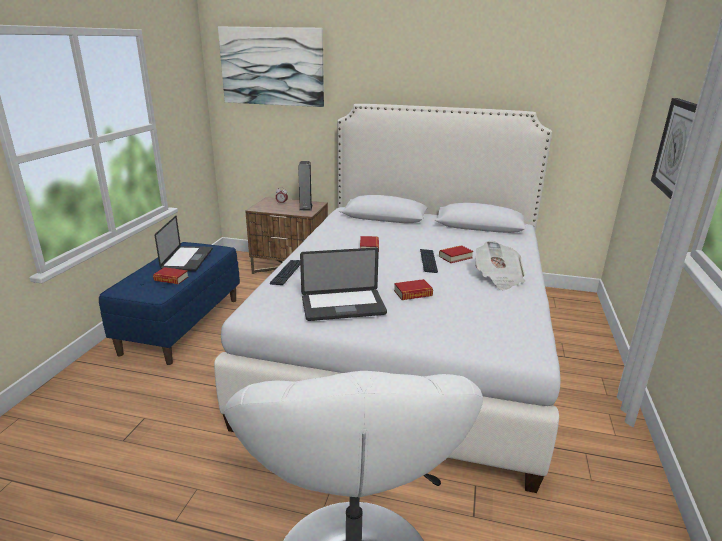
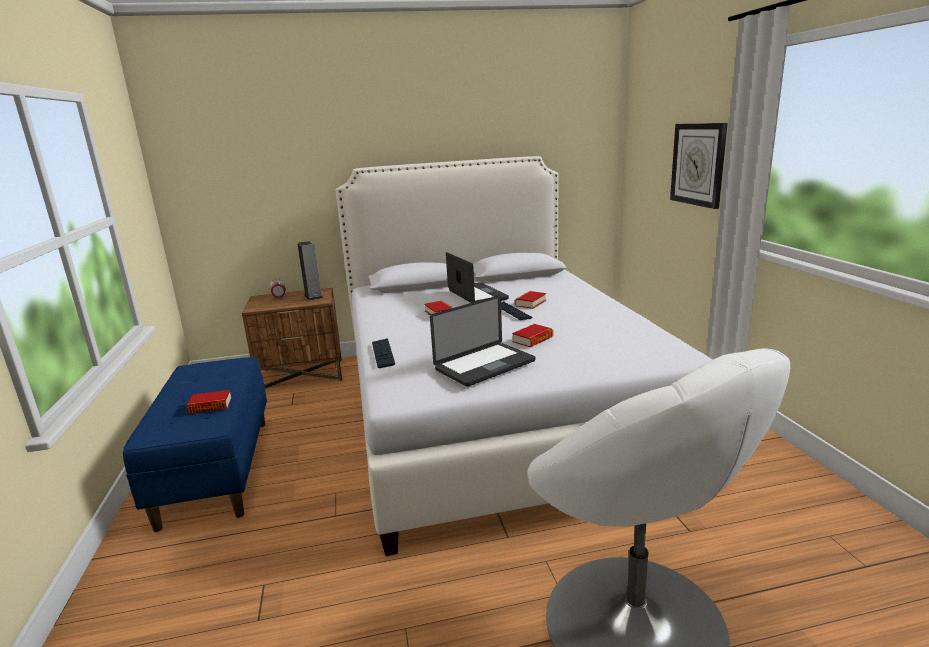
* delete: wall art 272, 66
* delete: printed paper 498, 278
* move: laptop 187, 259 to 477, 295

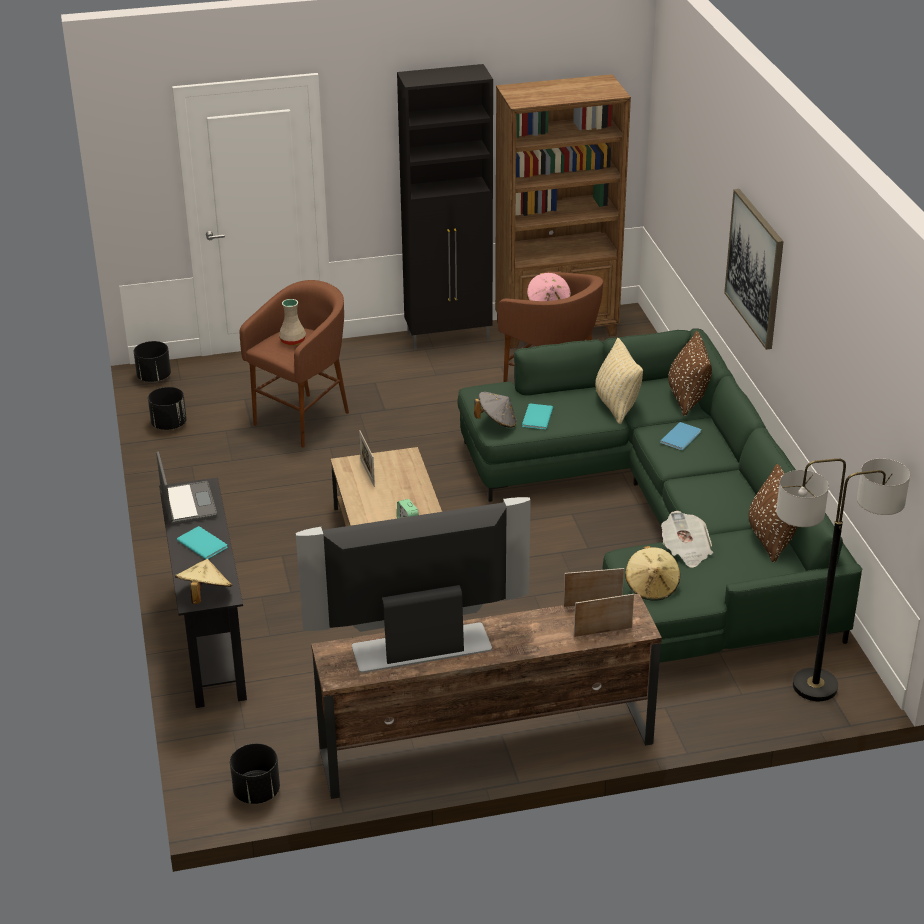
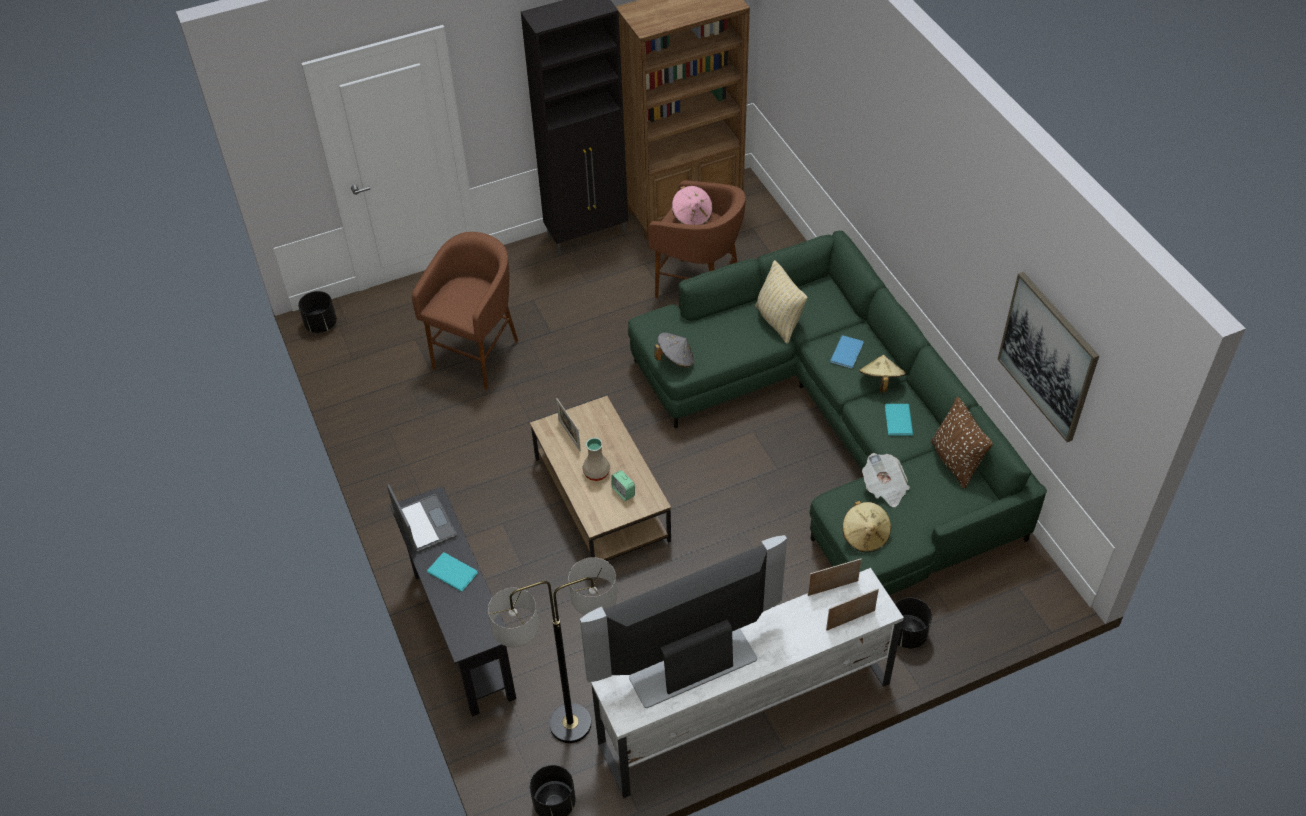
* delete: cushion (brown) 687, 398
* move: planter (black-coloured) 169, 424 to 907, 634
* move: wearable hat (beige-coloured) 204, 595 to 880, 382
* move: vase (beige-coloured) 293, 341 to 597, 472
* move: book (turquoise) 536, 418 to 897, 421
* move: wall art 755, 268 to 1048, 356
* move: floor lamp 815, 686 to 570, 724
* recolor: tv unit (brown) 484, 746 to tv unit (white) 744, 713

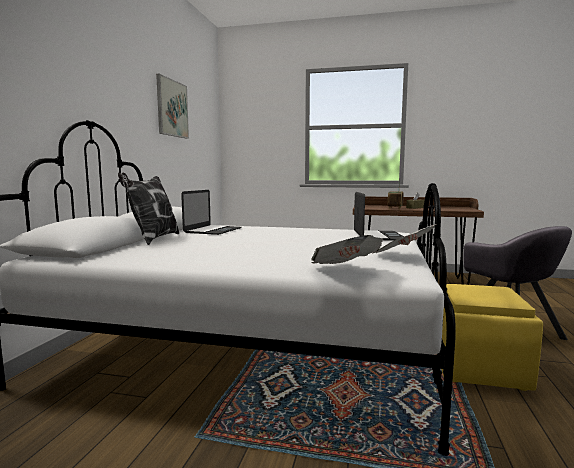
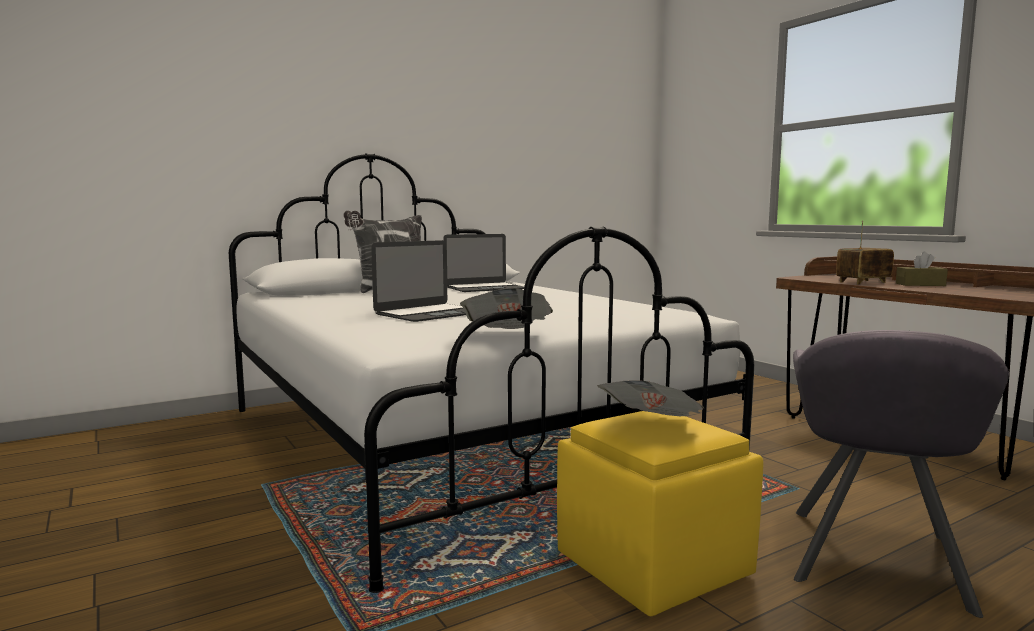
* delete: wall art 172, 108
* move: printed paper 345, 271 to 652, 428
* move: laptop 378, 236 to 430, 313

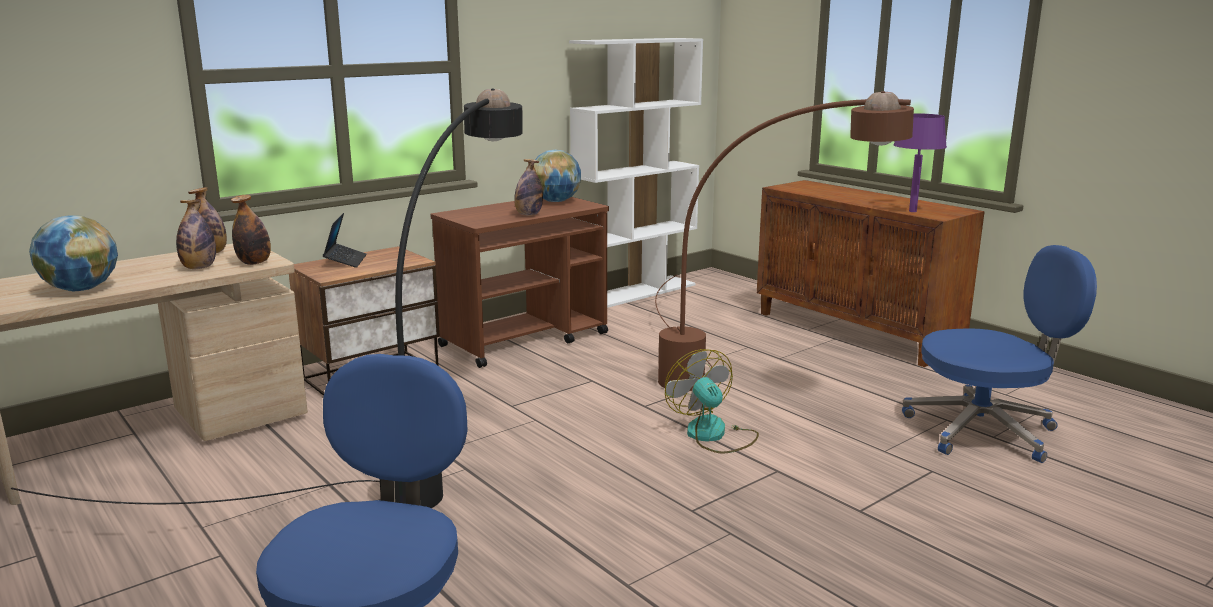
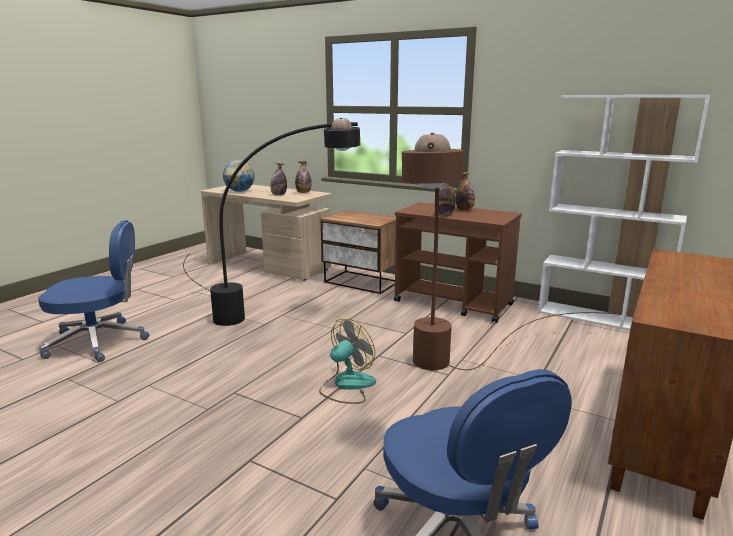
* delete: laptop 345, 261
* delete: globe 555, 201
* delete: table lamp (purple) 913, 211
* move: beverage bottle 254, 263 to 464, 210

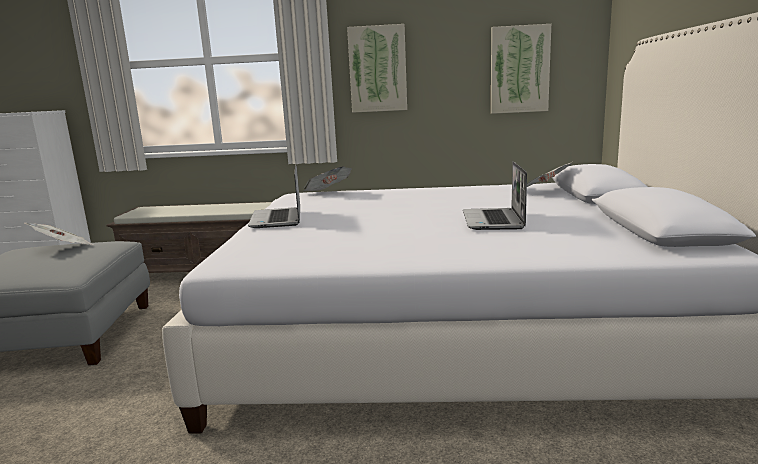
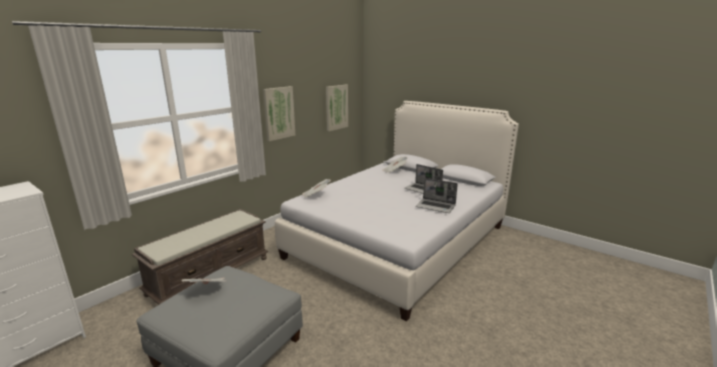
* move: laptop 277, 219 to 436, 206

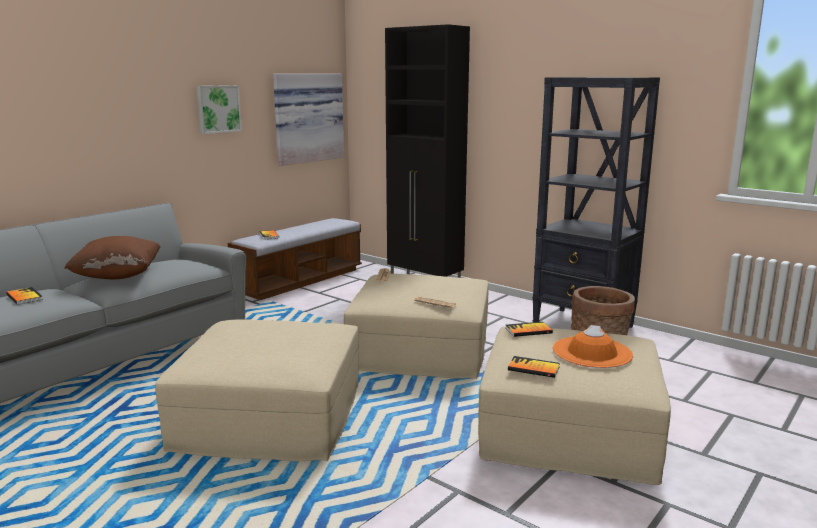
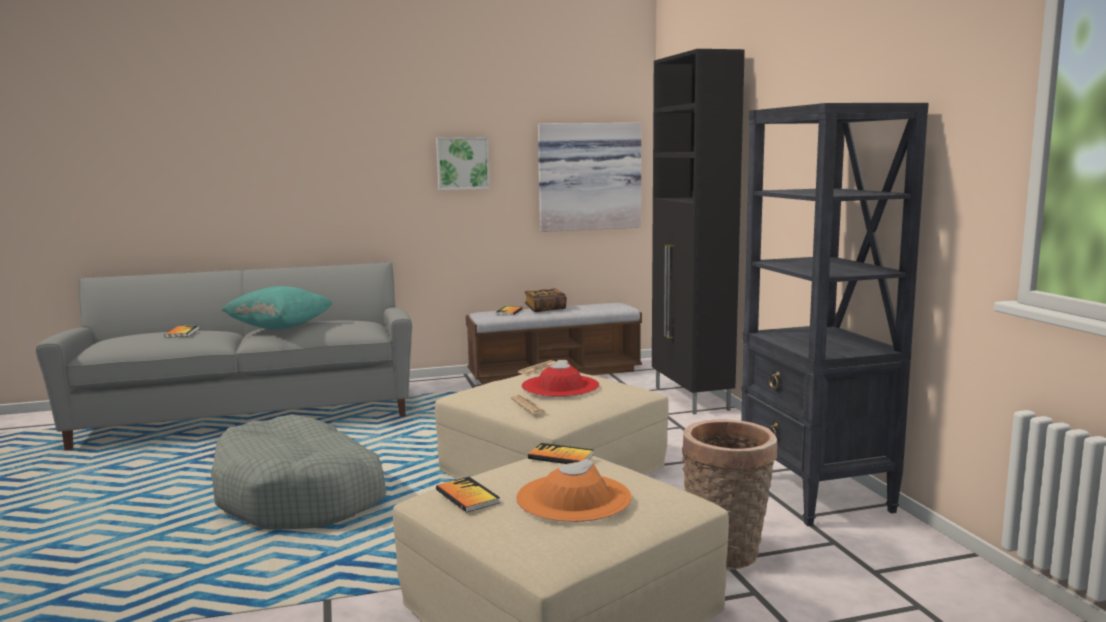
* insert: wearable hat (reddish) 560, 386
* insert: book 545, 309
* replace: pouffe (beige-coloured) 270, 417 to pet bed (grey) 301, 496
* recolor: cushion (brown) 118, 276 to cushion (turquoise) 280, 327

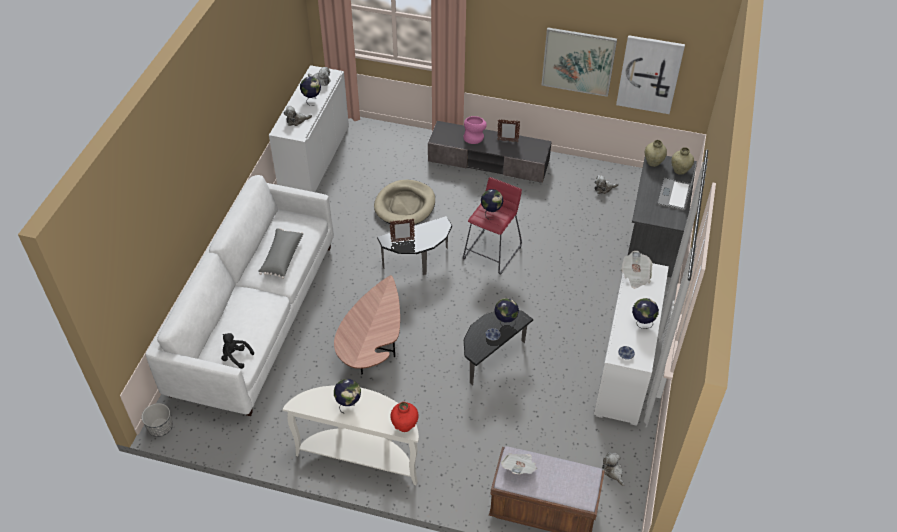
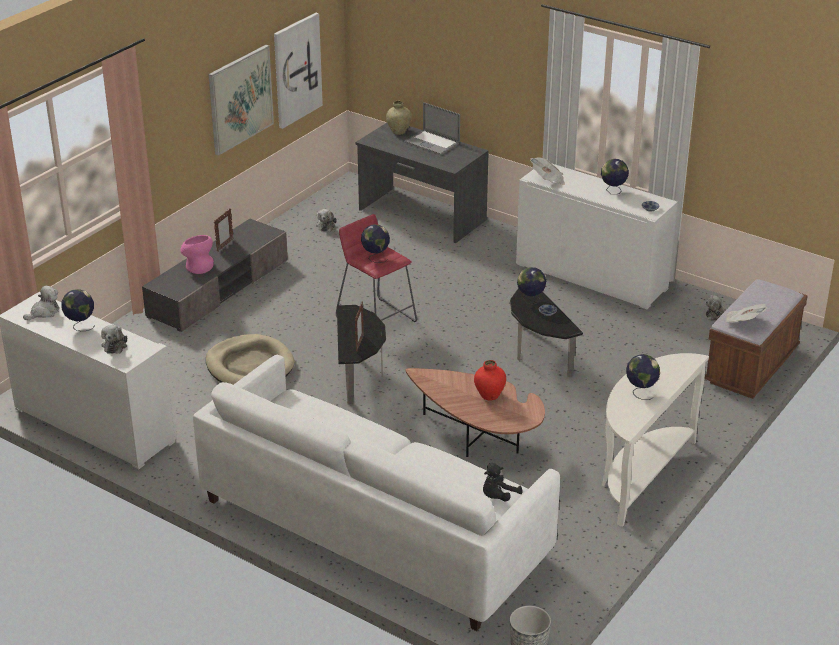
* delete: cushion (grey) 281, 258
* delete: vase (beige-coloured) 653, 162
* move: vase (reddish) 405, 425 to 489, 395

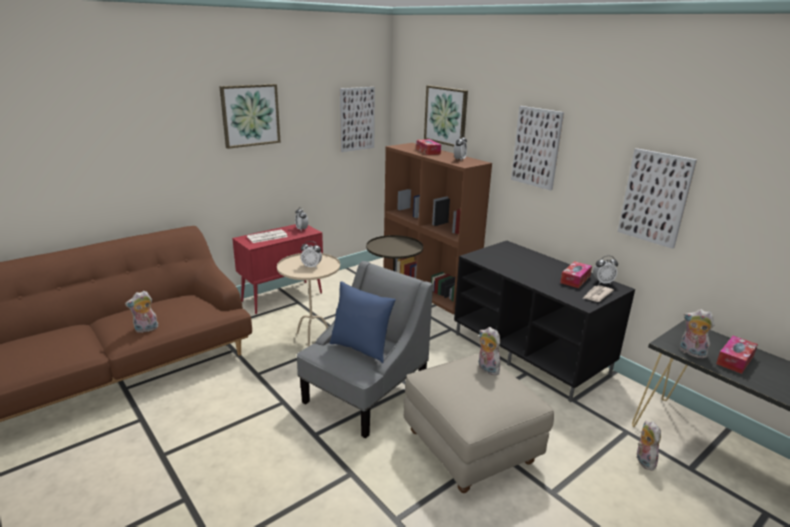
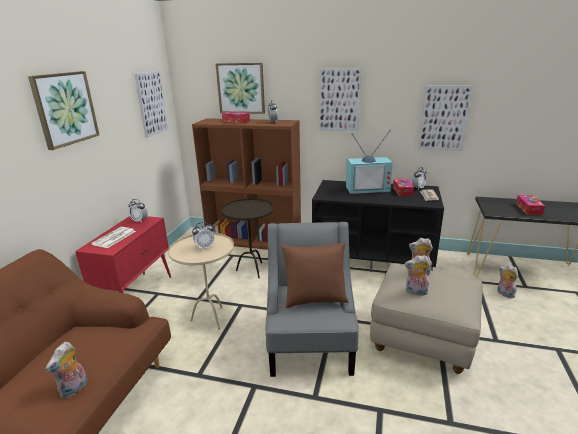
* insert: TV 367, 188
* move: cuddly toy 691, 353 to 415, 292
* recolor: cushion (blue-coloured) 361, 348 to cushion (brown) 315, 300

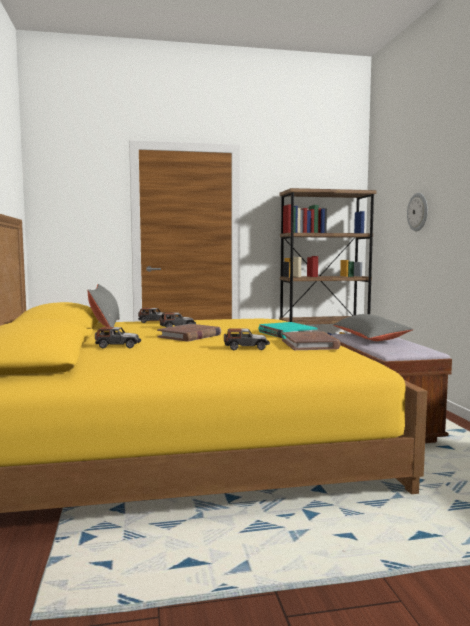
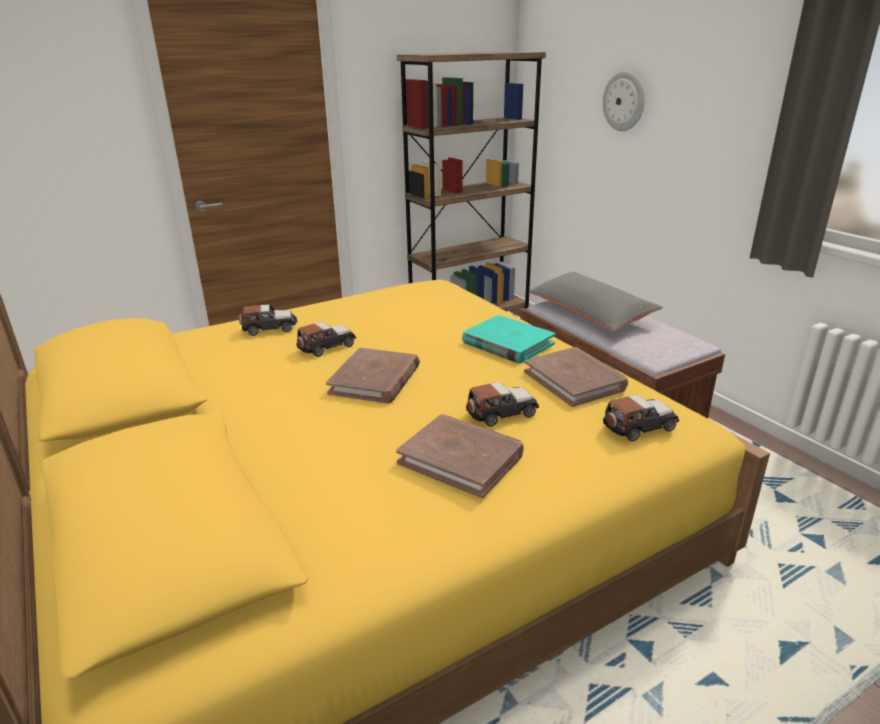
* delete: cushion (grey) 105, 325
* insert: book (brown) 461, 458
* move: toy car 118, 346 to 639, 427

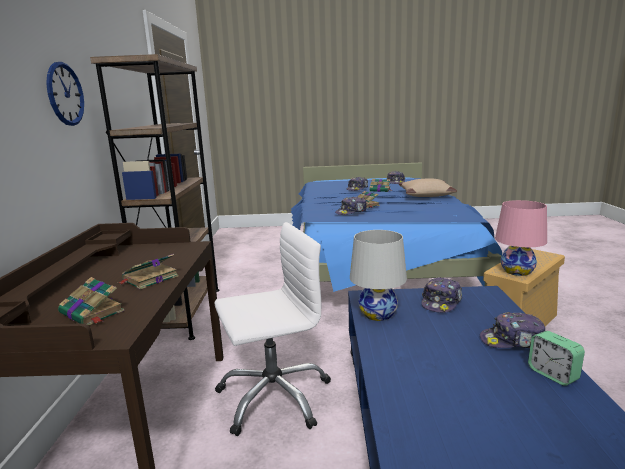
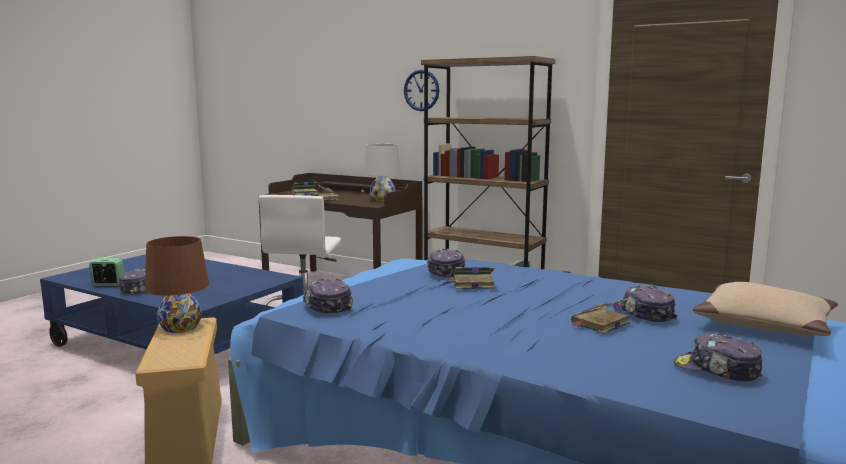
* move: table lamp (white) 378, 314 to 382, 200
* move: cushion (beige-coloured) 425, 195 to 764, 324
* move: baseball cap 441, 302 to 327, 306
* recolor: table lamp (pink) 517, 271 to table lamp (brown) 180, 327

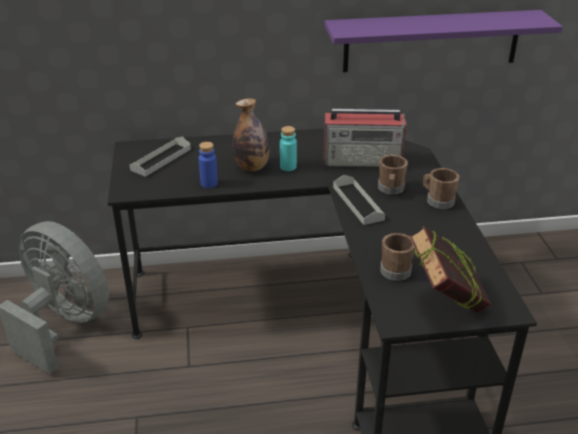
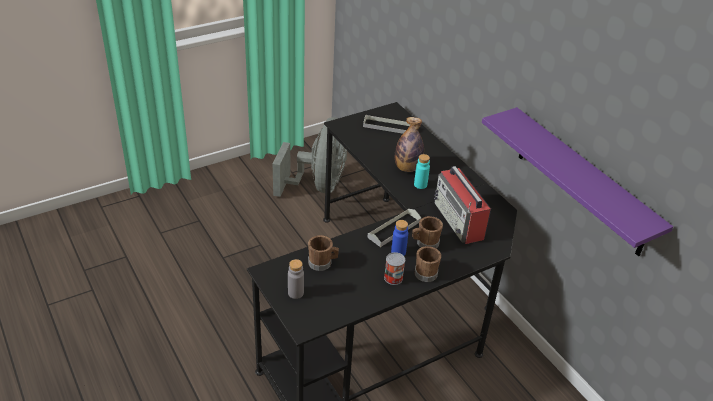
* insert: can 393, 278
* move: beverage bottle (blue-coloured) 209, 183 to 398, 252
* replace: book 445, 303 to beverage bottle (grey) 295, 293

